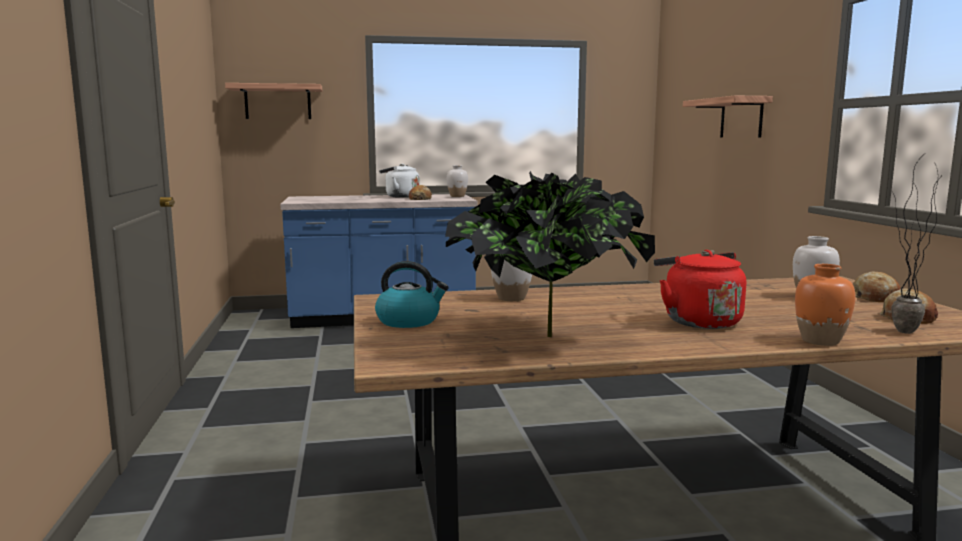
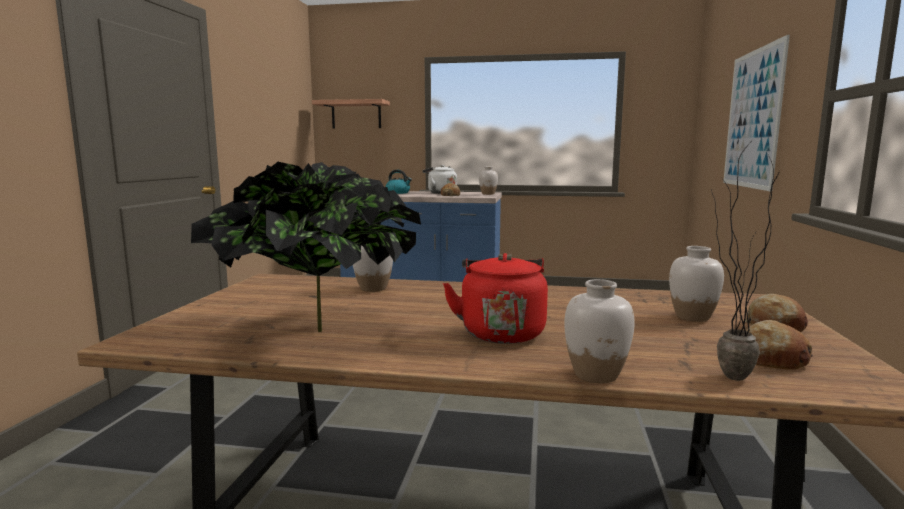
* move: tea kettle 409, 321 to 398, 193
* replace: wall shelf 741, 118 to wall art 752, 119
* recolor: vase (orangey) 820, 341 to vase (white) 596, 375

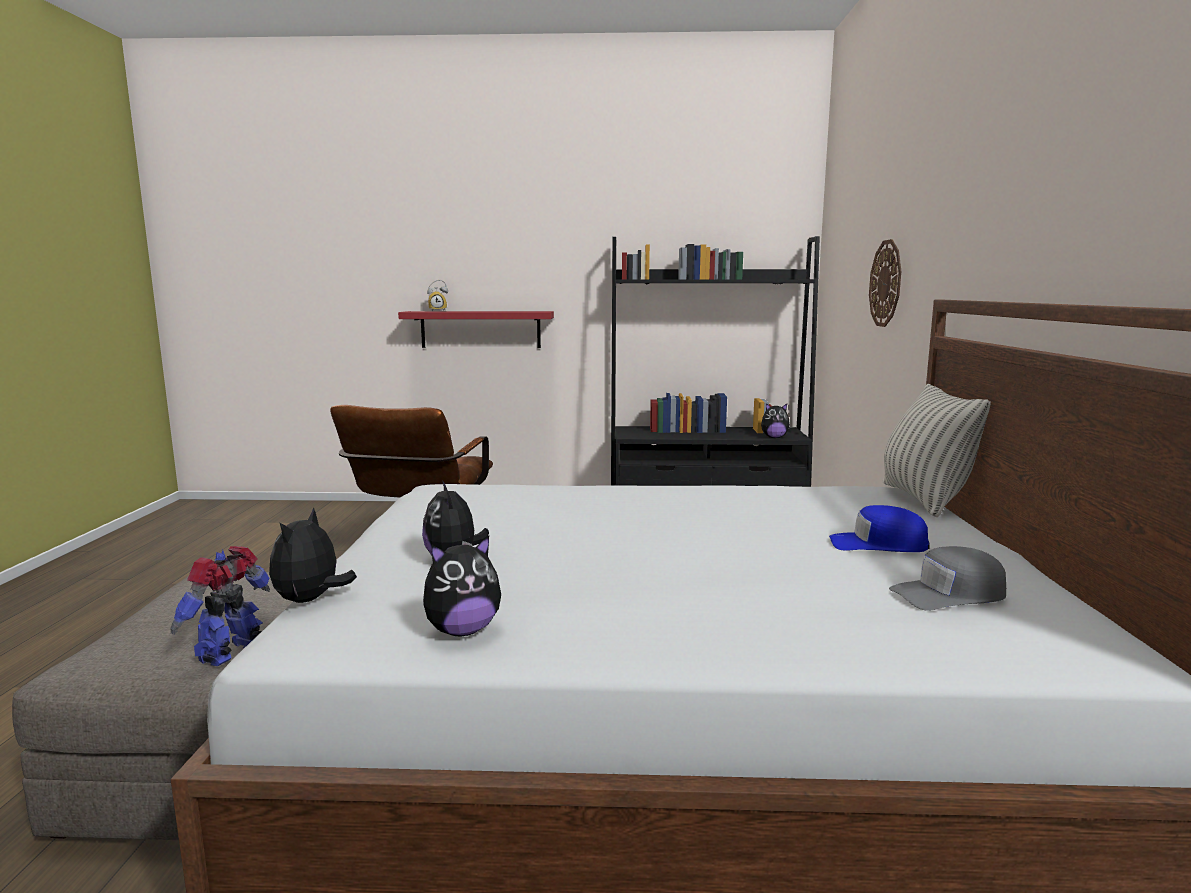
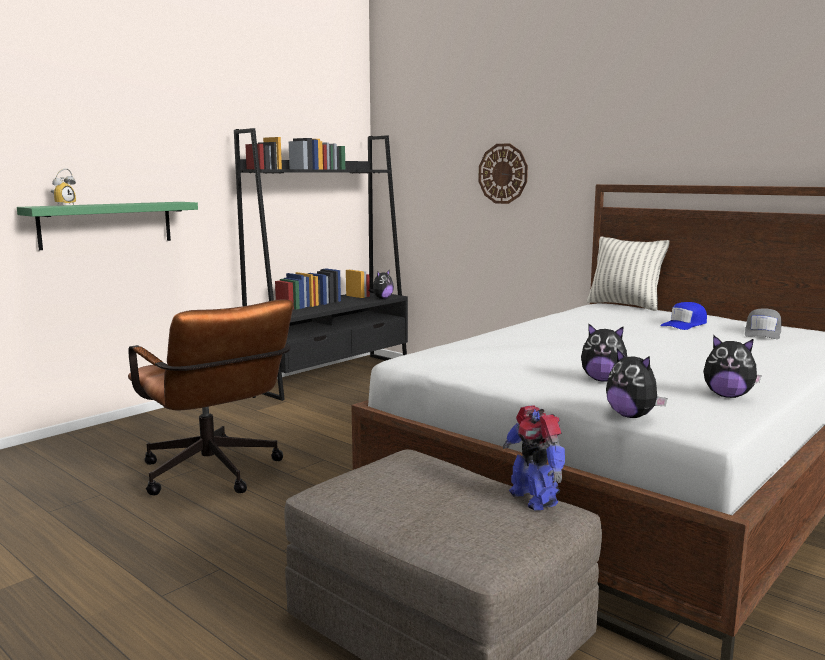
* recolor: wall shelf (reddish) 480, 329 to wall shelf (green-coloured) 107, 224
* rotate: cuddly toy 462, 630 = 728, 396 105 degrees clockwise

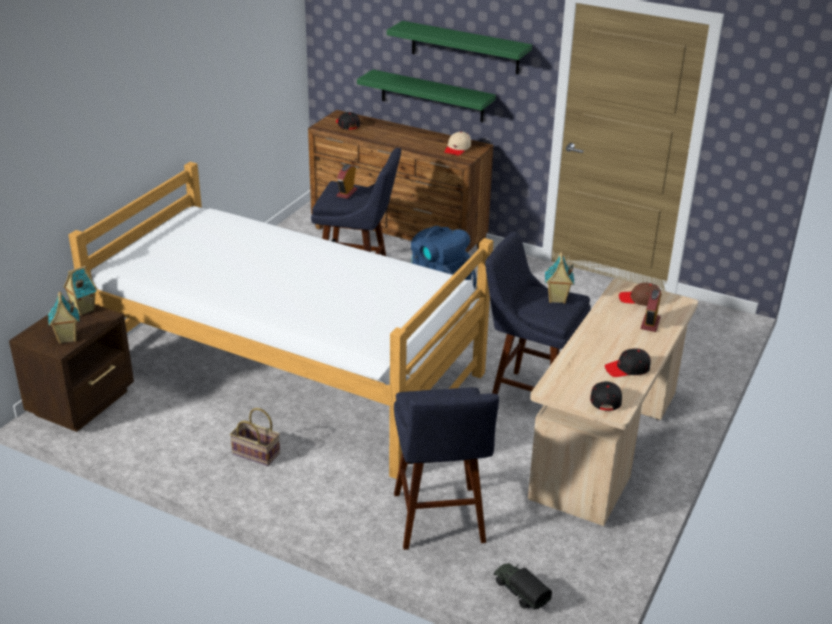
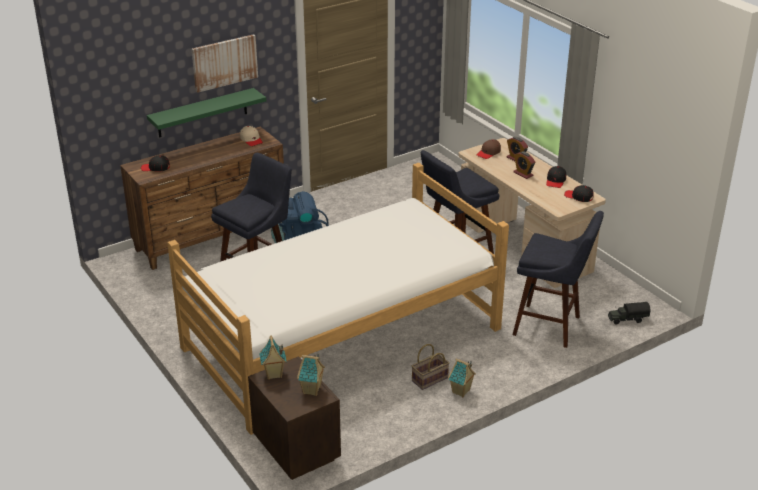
* move: bedside clock 346, 193 to 523, 174
* move: toy house 557, 299 to 461, 392
* replace: wall shelf (green-coloured) 465, 48 to wall art 224, 62

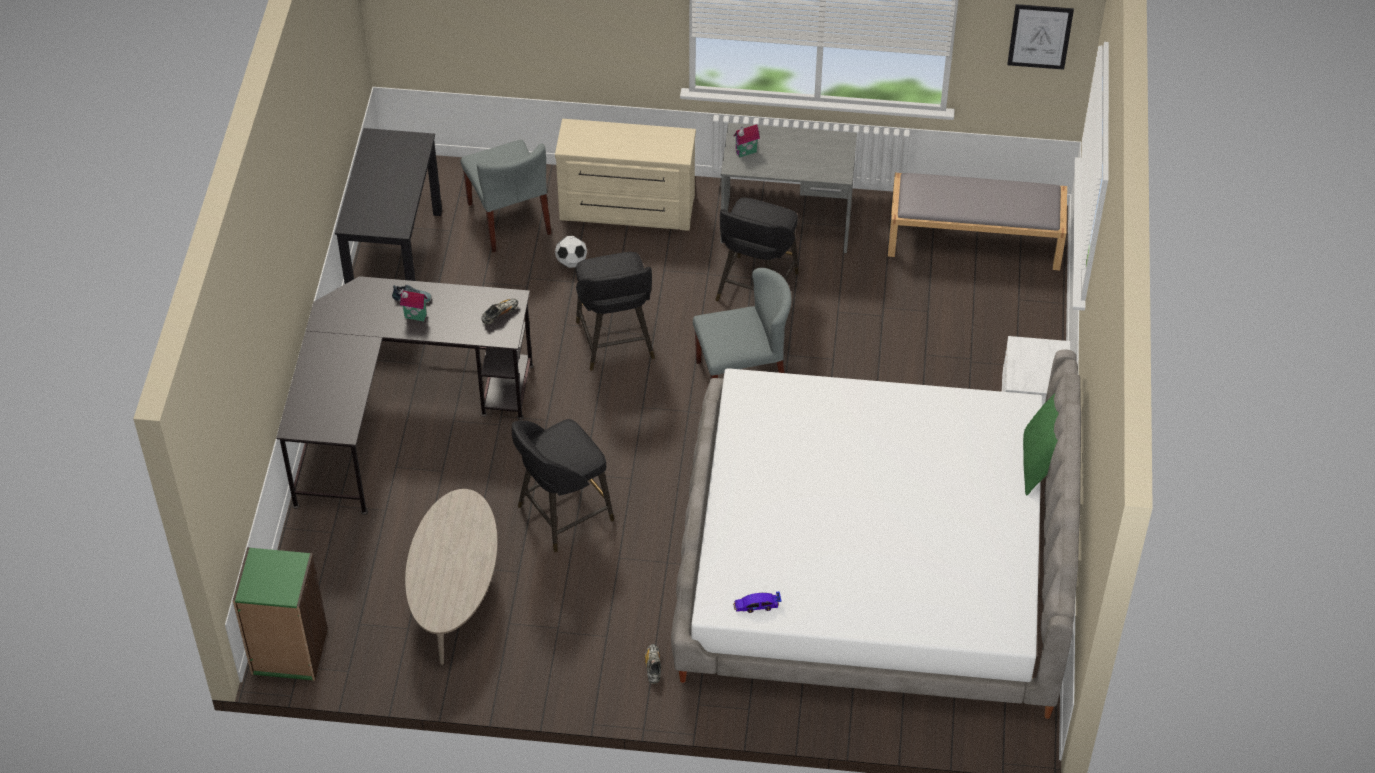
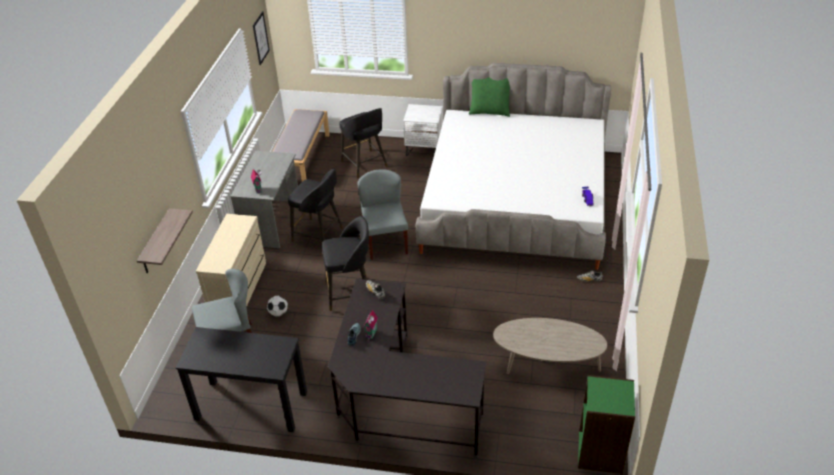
* insert: wall shelf 156, 243
* move: stool seat (black-coloured) 562, 514 to 365, 165

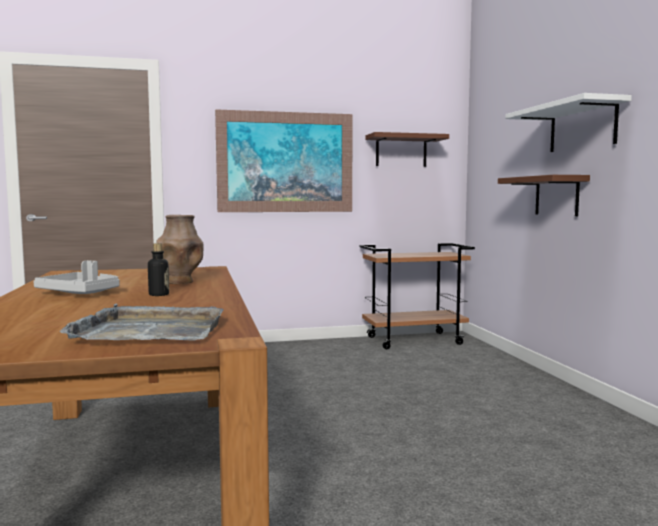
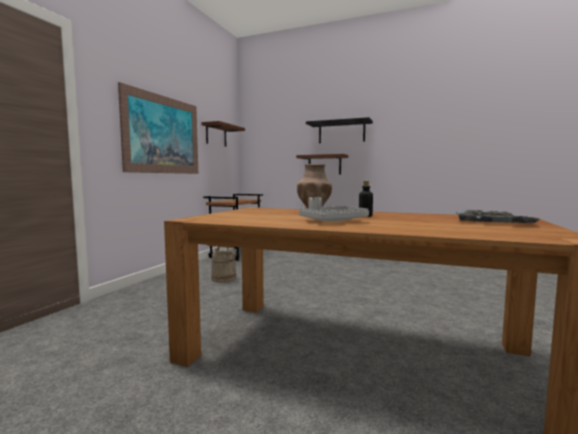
* insert: bucket (beige-coloured) 223, 278
* recolor: wall shelf (white) 582, 127 to wall shelf (black-coloured) 341, 132

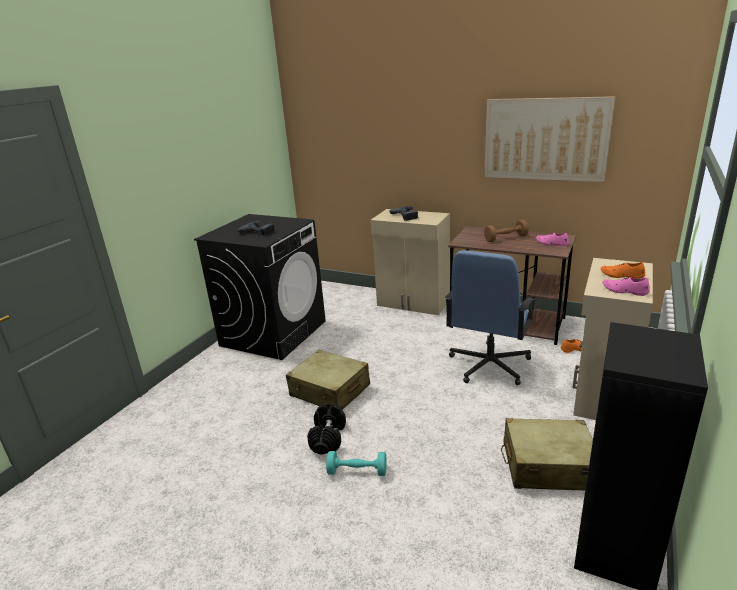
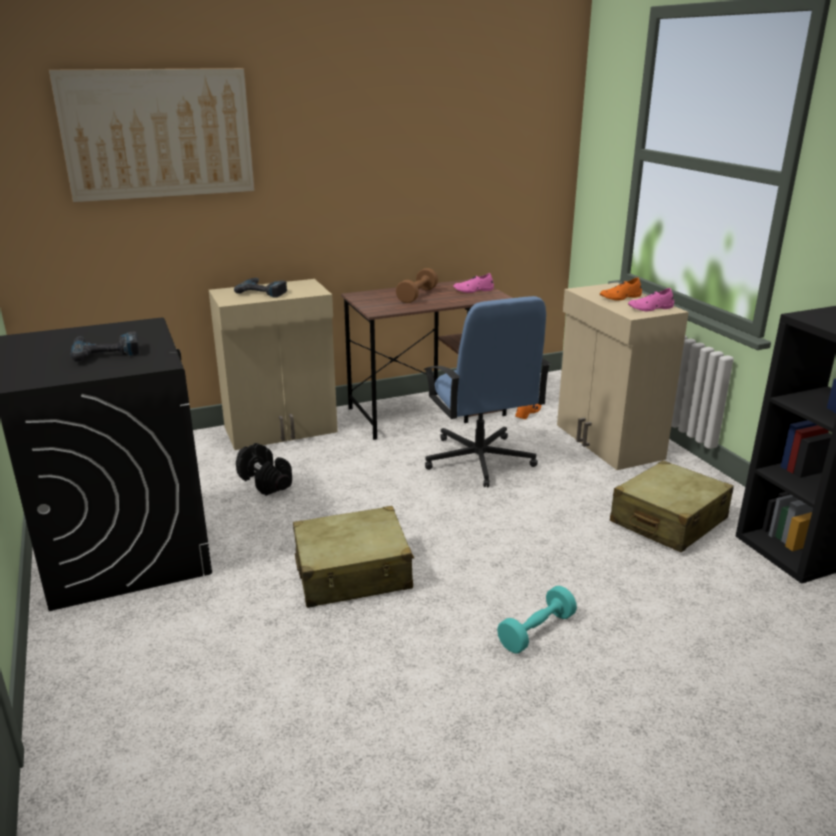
* move: hand weight (black-coloured) 328, 438 to 265, 481
* move: wall art 545, 139 to 158, 134

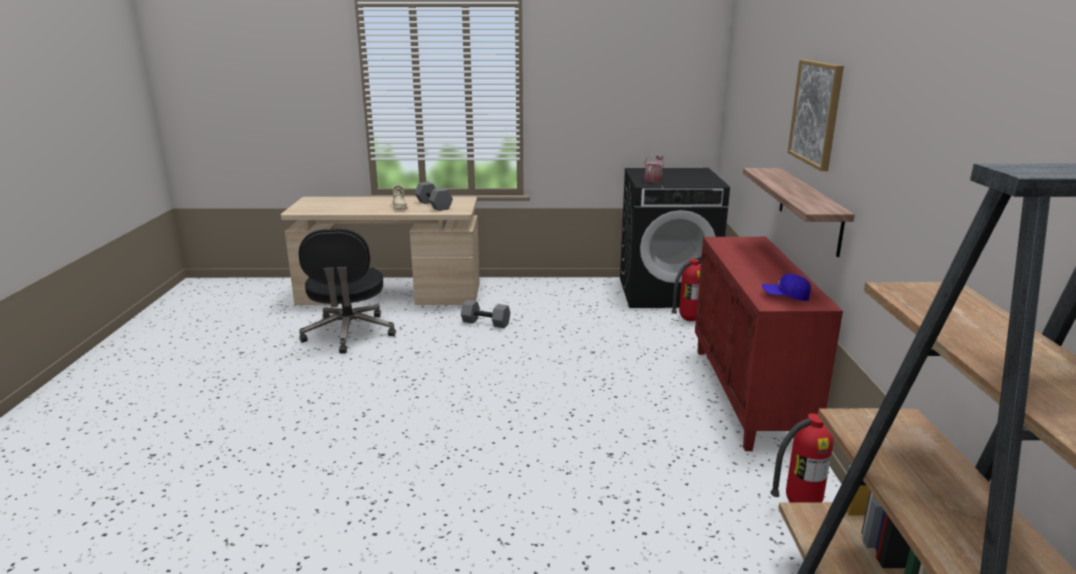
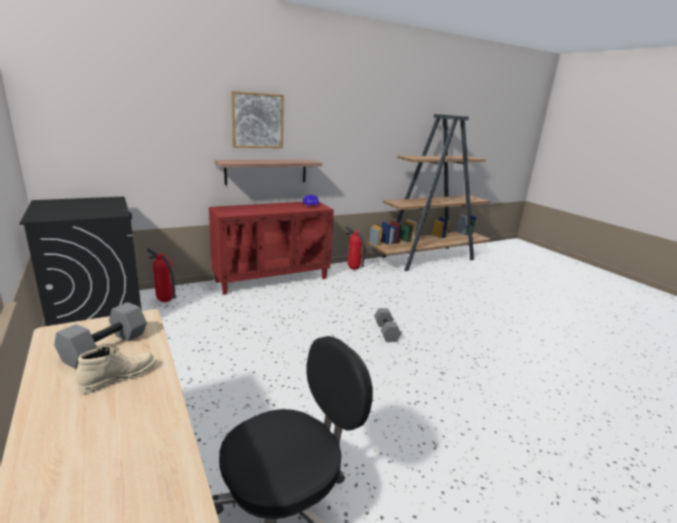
* delete: watering pot 653, 179
* move: hand weight (grey) 486, 322 to 385, 331

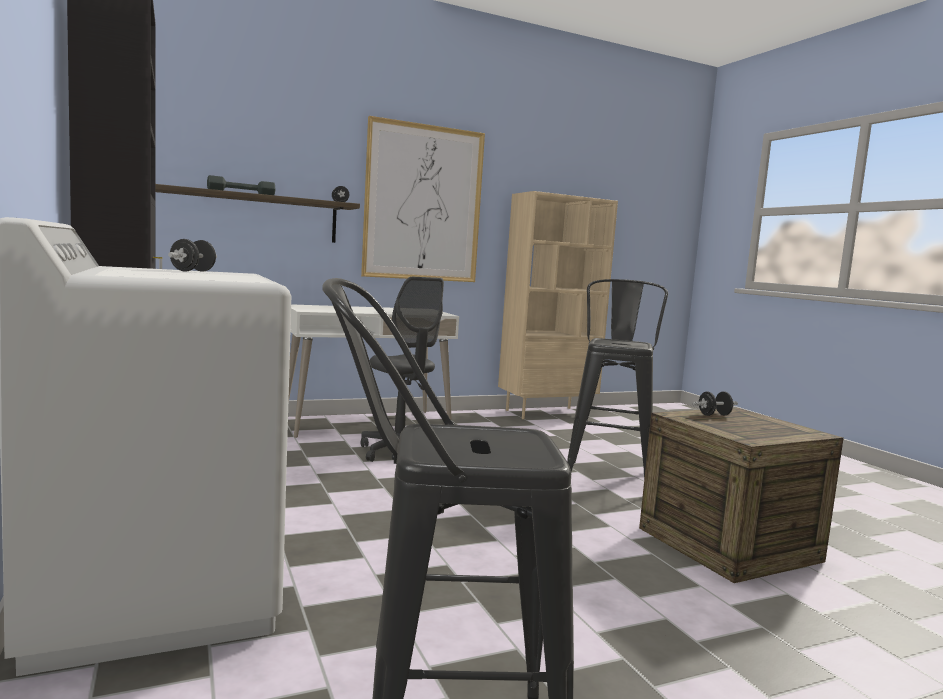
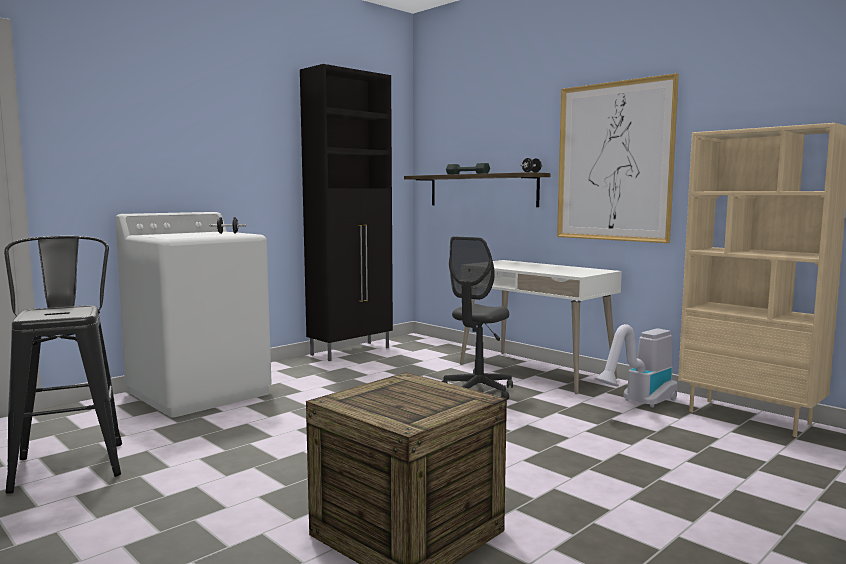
* delete: stool seat (black-coloured) 609, 474
* delete: hand weight (black-coloured) 714, 415
* insert: hoover 639, 404

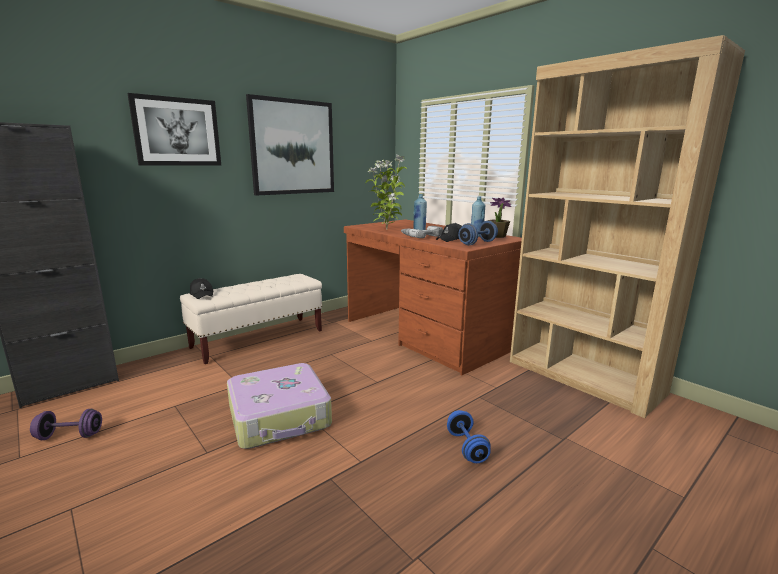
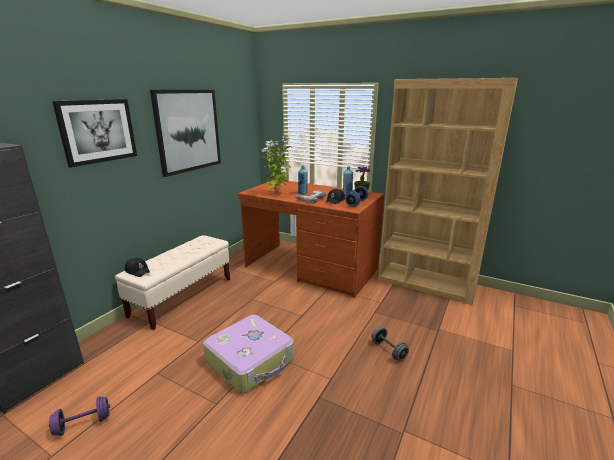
* recolor: hand weight (blue-coloured) 466, 447 to hand weight (grey) 388, 350

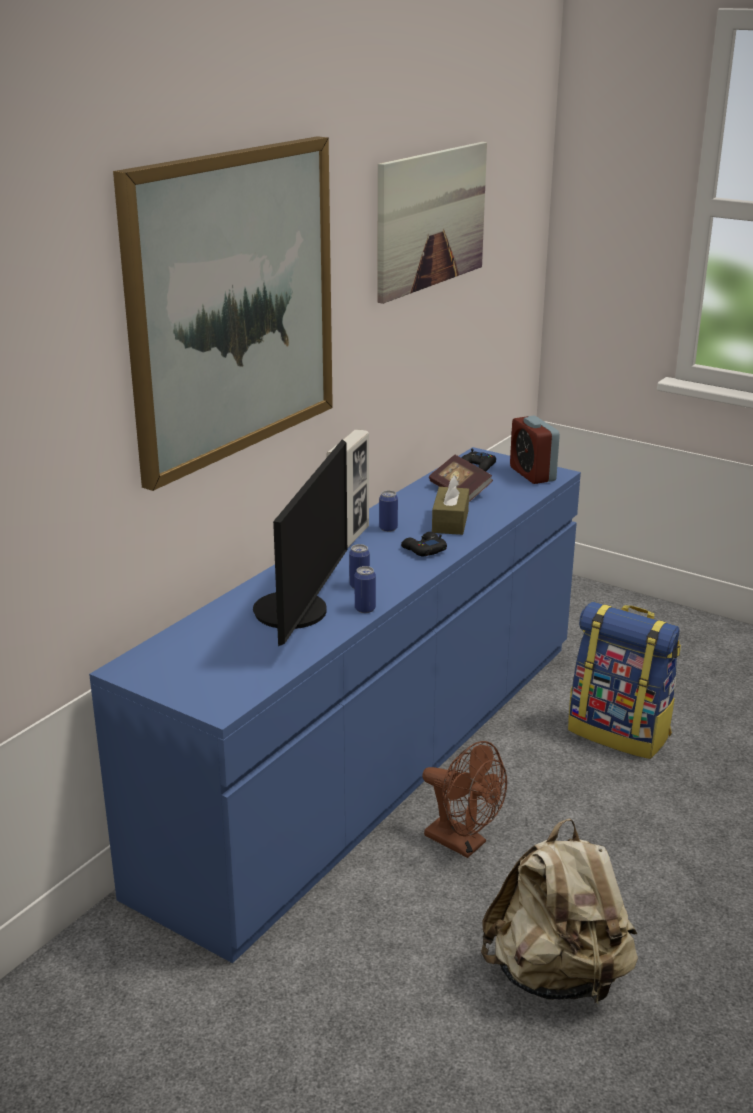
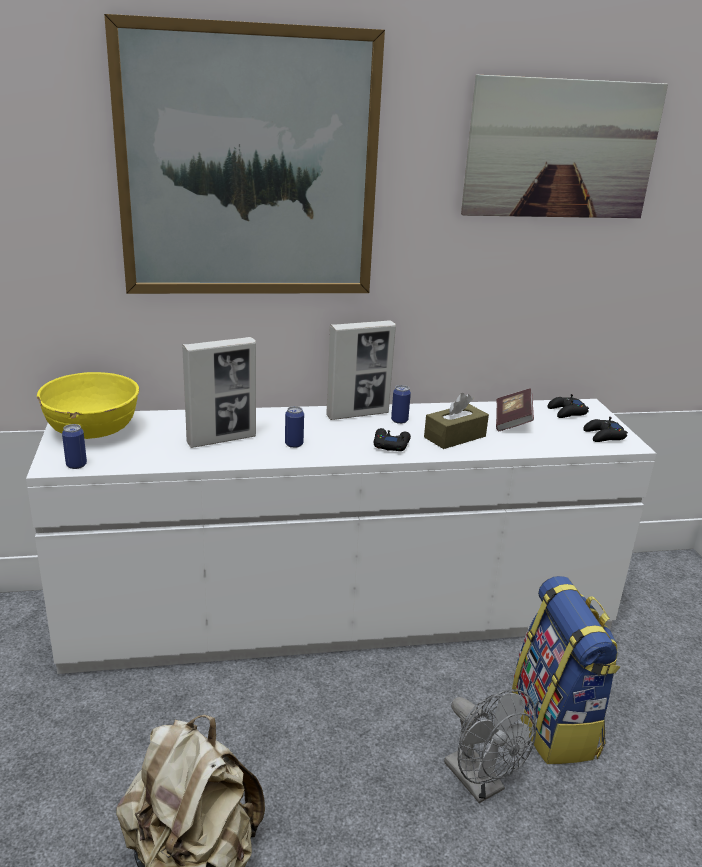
* delete: fan (brown) 463, 843
* insert: deep dish (yellow-coloured) 93, 431
* insert: fan (grey) 480, 784
* move: can 365, 609 to 76, 465
* replace: computer screen 299, 612 to picture frame 222, 439
* replace: bedside clock 532, 474 to game controller (black-coloured) 604, 436
* recolor: drawer chest (blue-coloured) 374, 756 to drawer chest (white) 341, 612

